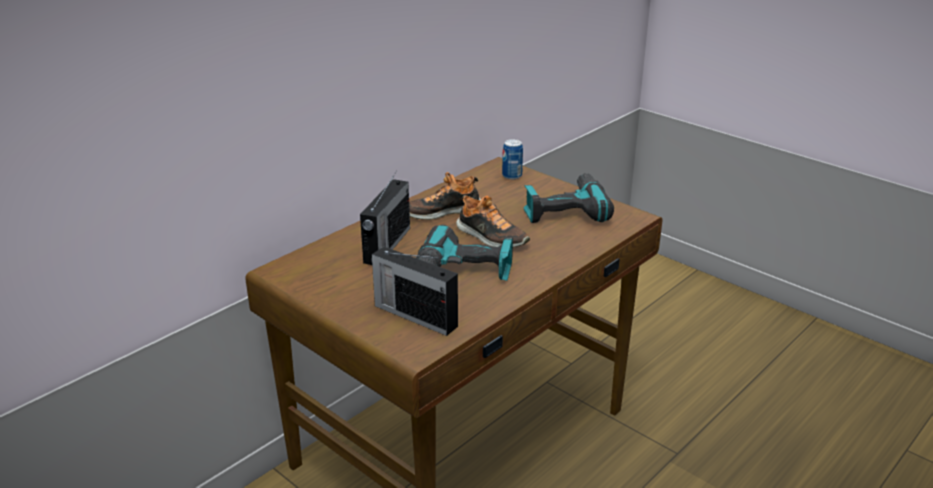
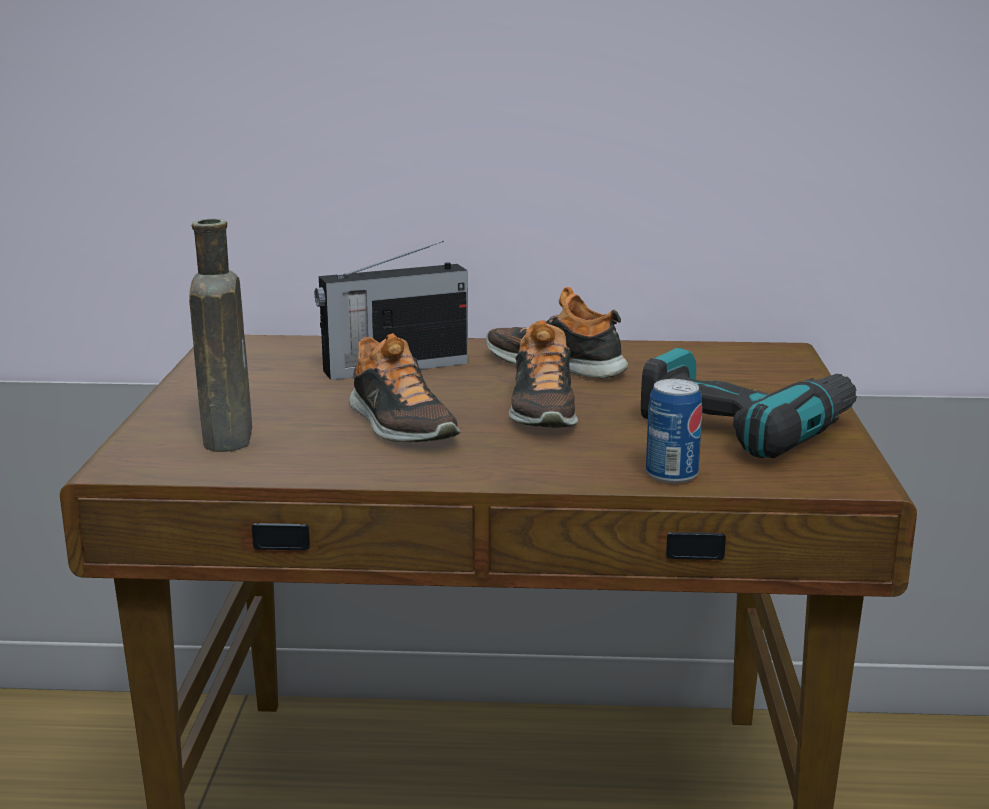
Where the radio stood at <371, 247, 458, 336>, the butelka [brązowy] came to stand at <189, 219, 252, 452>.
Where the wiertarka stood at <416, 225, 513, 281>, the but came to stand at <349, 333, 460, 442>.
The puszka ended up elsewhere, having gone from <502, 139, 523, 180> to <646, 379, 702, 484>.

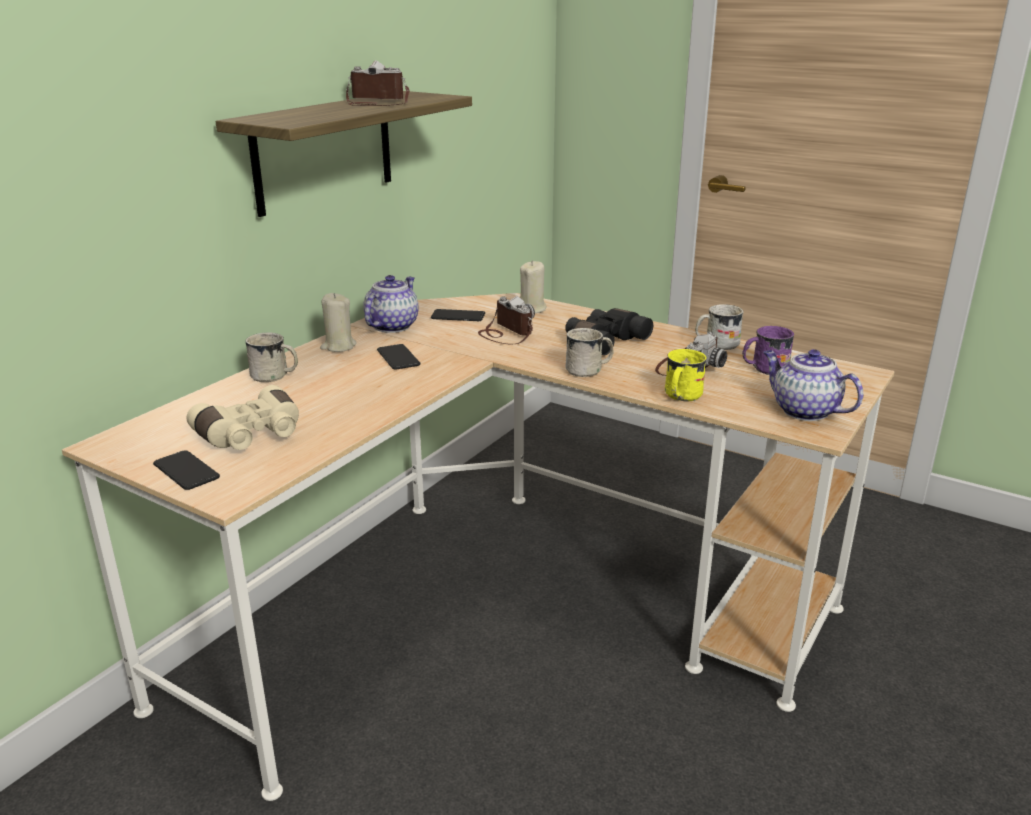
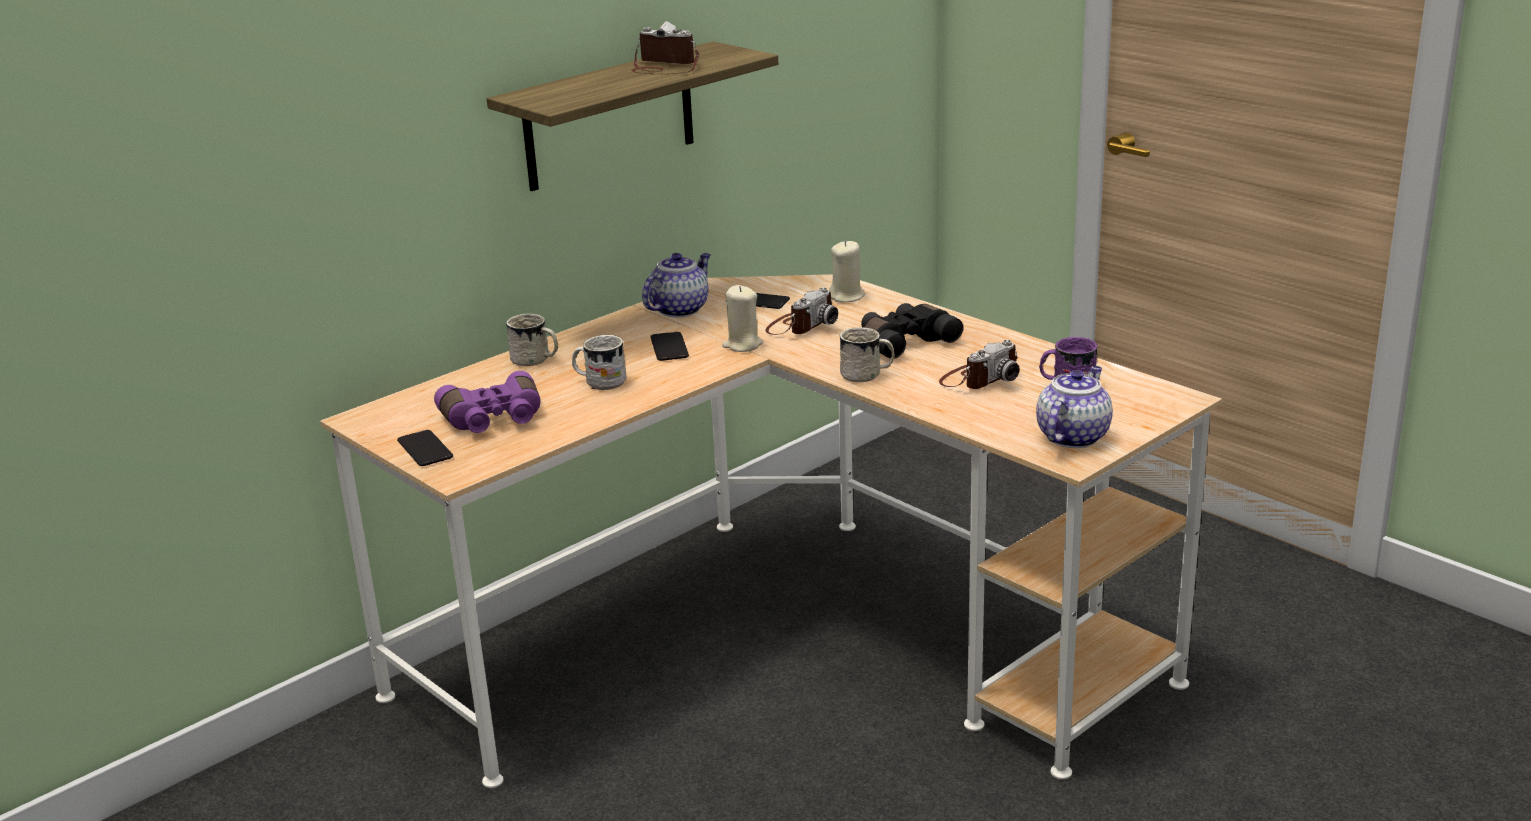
What was the lornetka [beżowy] at <186, 385, 299, 450> turned into the lornetka [fioletowy] at <434, 371, 541, 433>.
The świeca [beżowy] ended up elsewhere, having gone from <320, 293, 357, 352> to <722, 285, 763, 352>.
The aparat fotograficzny at <478, 296, 535, 344> ended up facing another way, 60 degrees clockwise from before.
The second view lost the kubek [żółty] at <665, 349, 707, 402>.
The kubek [biały] ended up elsewhere, having gone from <695, 304, 744, 350> to <572, 335, 627, 390>.
The imbryk at <763, 349, 864, 421> ended up facing another way, 60 degrees clockwise from before.

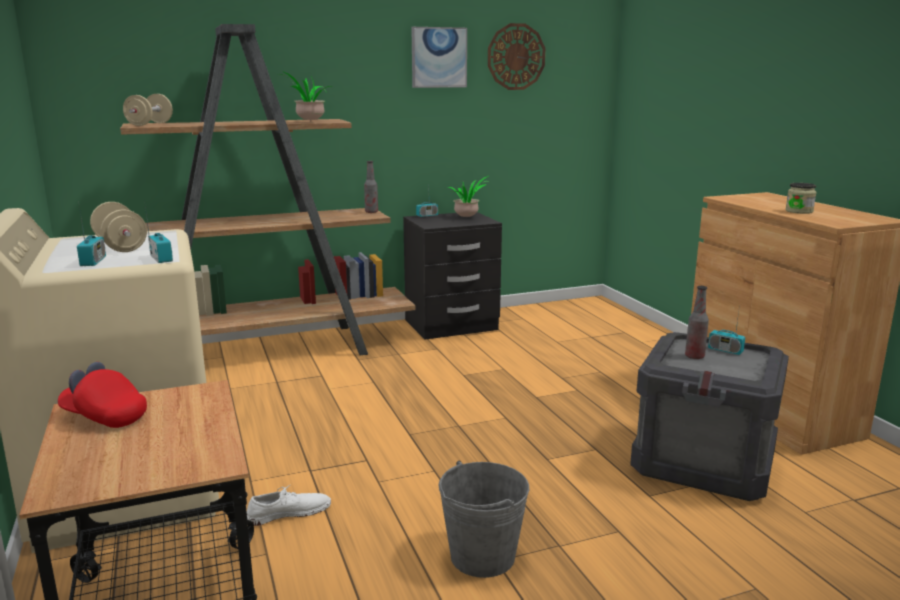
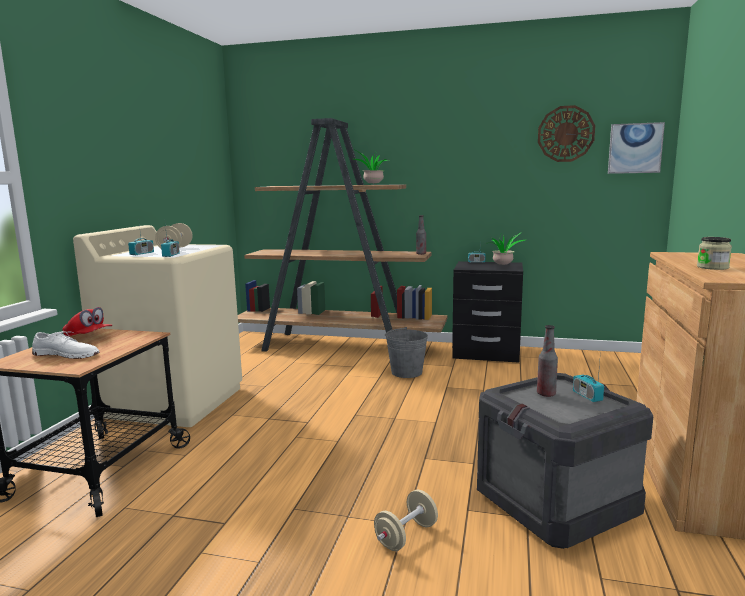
The czapka z daszkiem [czerwony] at <58, 362, 147, 428> ended up facing another way, 150 degrees clockwise from before.
The hantel [beżowy] ended up elsewhere, having gone from <123, 94, 173, 126> to <374, 490, 438, 551>.
The but [biały] ended up elsewhere, having gone from <247, 485, 331, 526> to <32, 331, 99, 359>.
The obraz ended up elsewhere, having gone from <411, 27, 467, 88> to <608, 122, 665, 174>.
The wiadro [szary] ended up elsewhere, having gone from <438, 460, 529, 578> to <385, 327, 428, 378>.

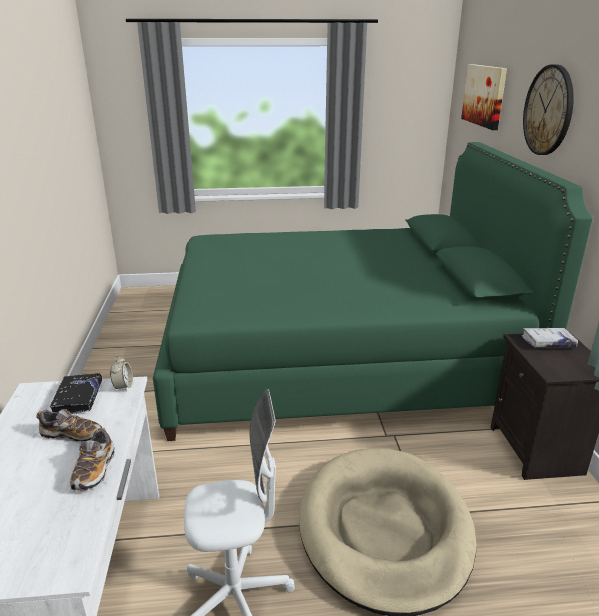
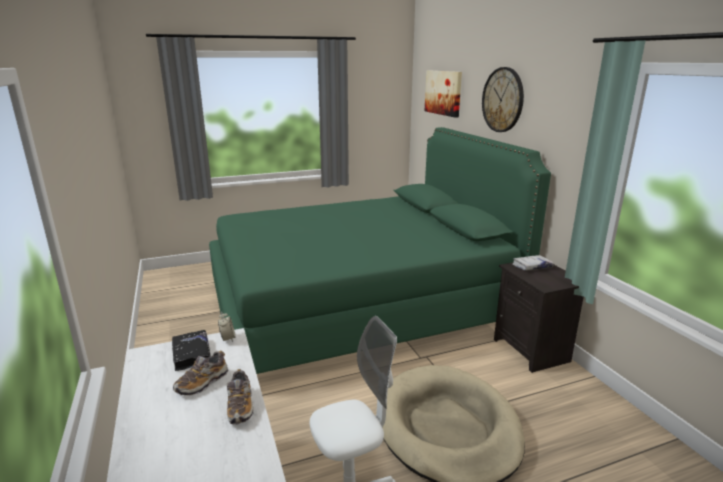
The but at <36, 409, 102, 443> ended up facing another way, 135 degrees clockwise from before.

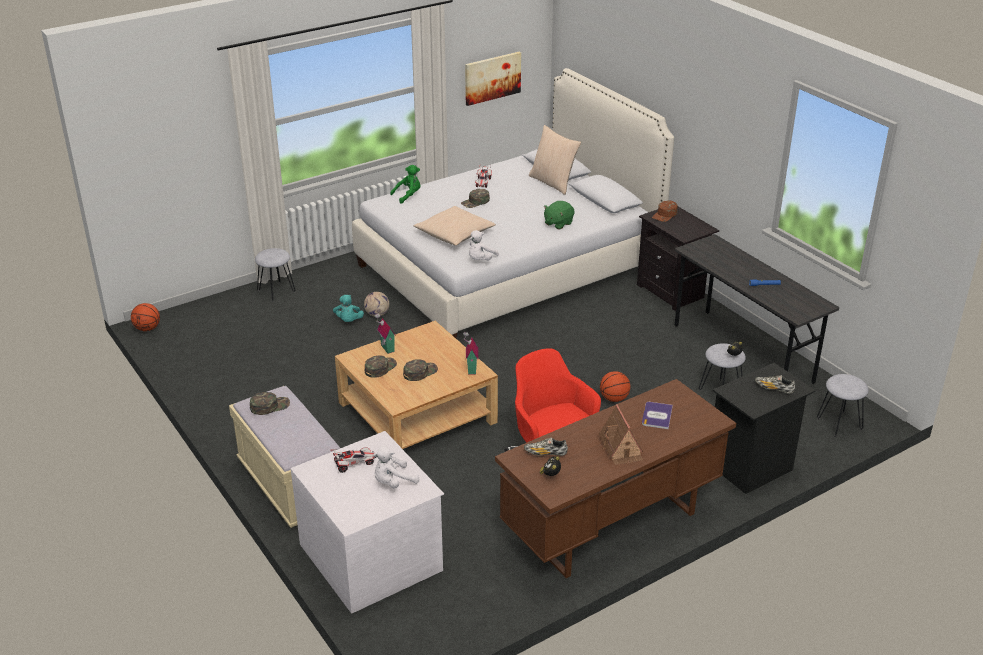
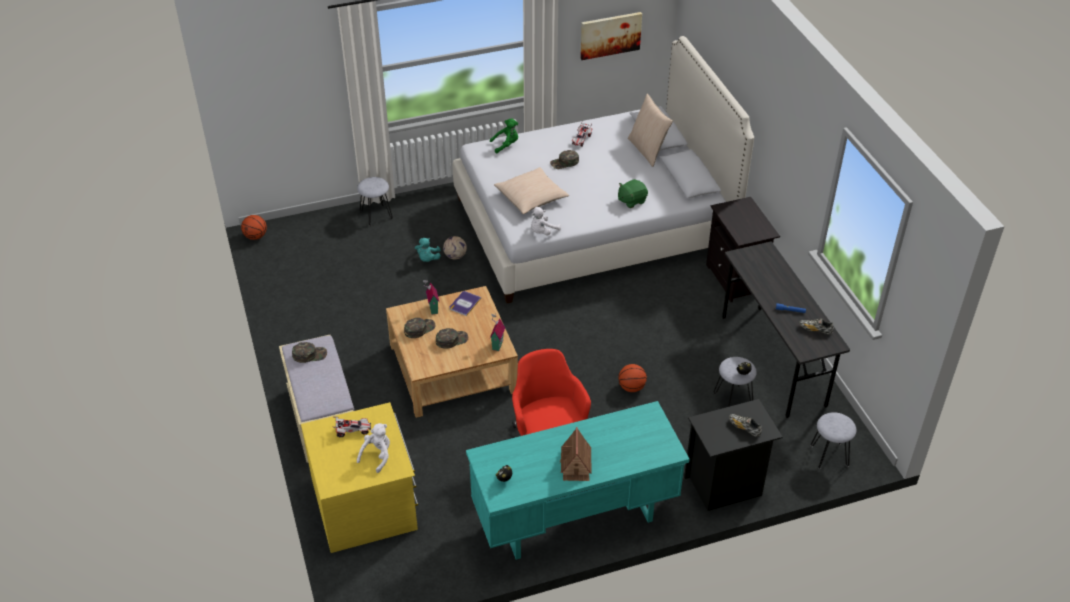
What was the komoda [biały] at <290, 431, 444, 614> turned into the komoda [żółty] at <301, 402, 418, 553>.
The pluszak [biały] at <373, 446, 420, 489> ended up facing another way, 135 degrees clockwise from before.
What was the biurko [brązowy] at <495, 379, 736, 578> turned into the biurko [turkusowy] at <466, 401, 690, 560>.
The but ended up elsewhere, having gone from <524, 437, 568, 456> to <799, 319, 834, 334>.
The książka ended up elsewhere, having gone from <642, 402, 673, 429> to <449, 291, 481, 316>.
The second view lost the czapka z daszkiem [brązowy] at <652, 201, 678, 222>.

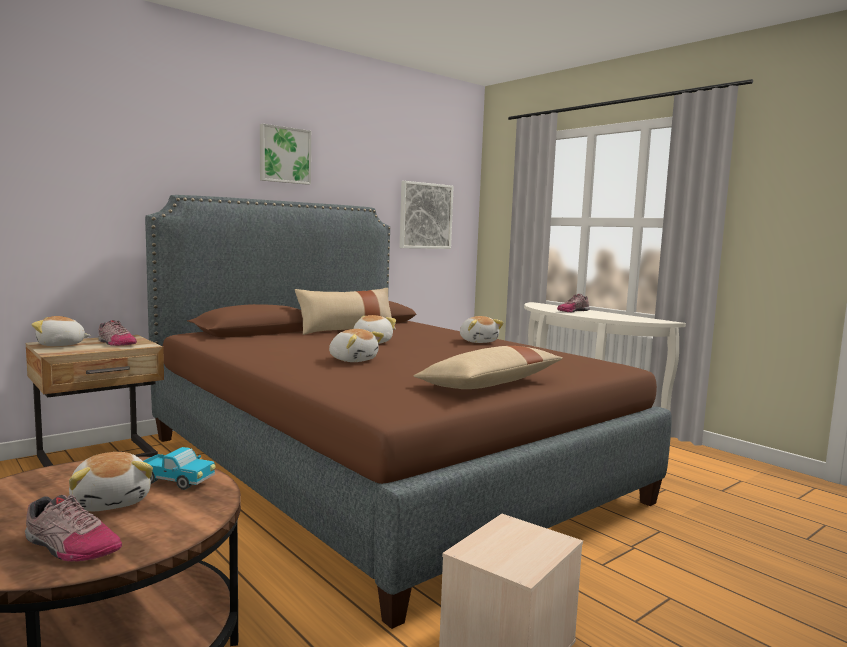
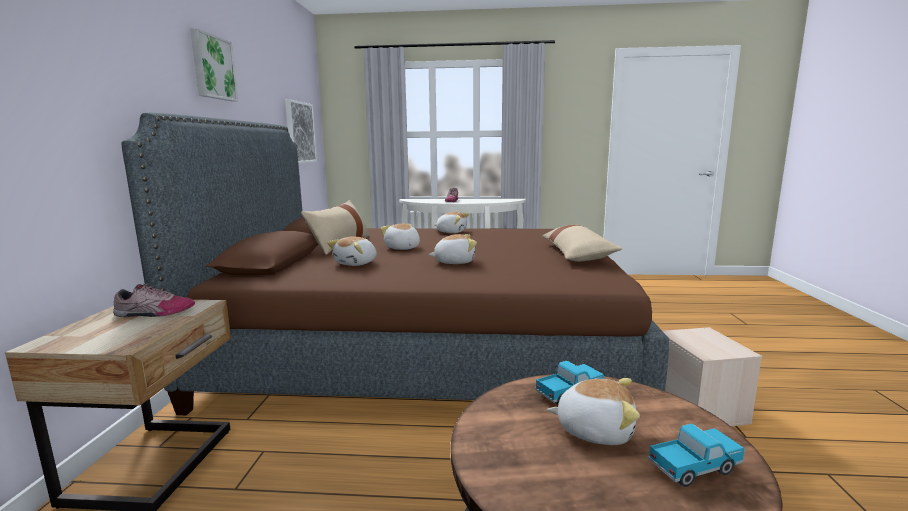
Where the but stood at <25, 494, 122, 562>, the ciężarówka zabawkowa came to stand at <648, 424, 745, 487>.
The pluszak ended up elsewhere, having gone from <32, 316, 91, 346> to <327, 236, 377, 266>.

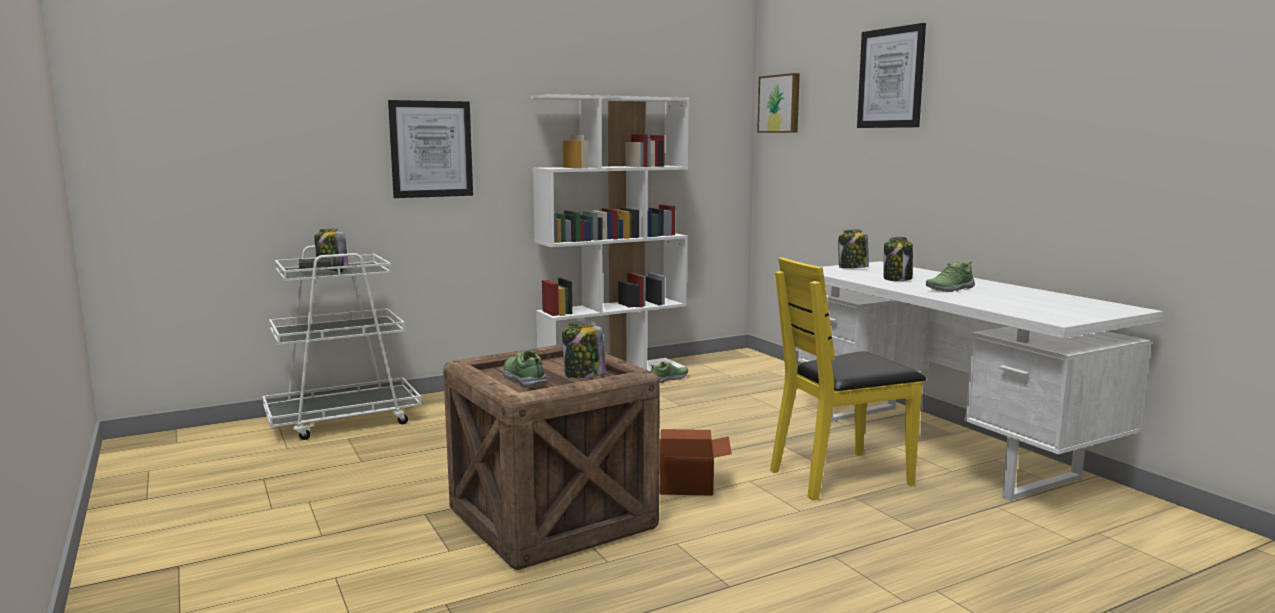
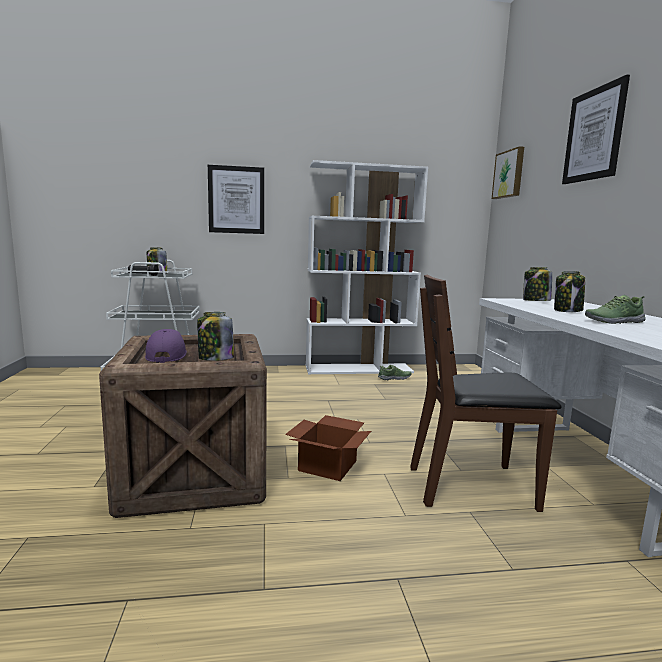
Where the but stood at <503, 349, 548, 388>, the czapka z daszkiem [fioletowy] came to stand at <145, 329, 187, 363>.
What was the krzesło [żółty] at <770, 257, 926, 500> turned into the krzesło [brązowy] at <410, 275, 562, 512>.

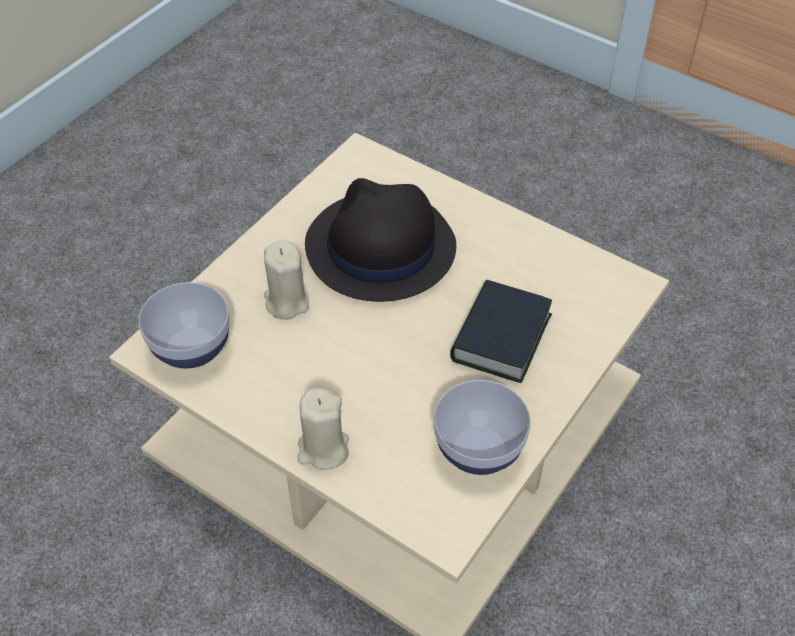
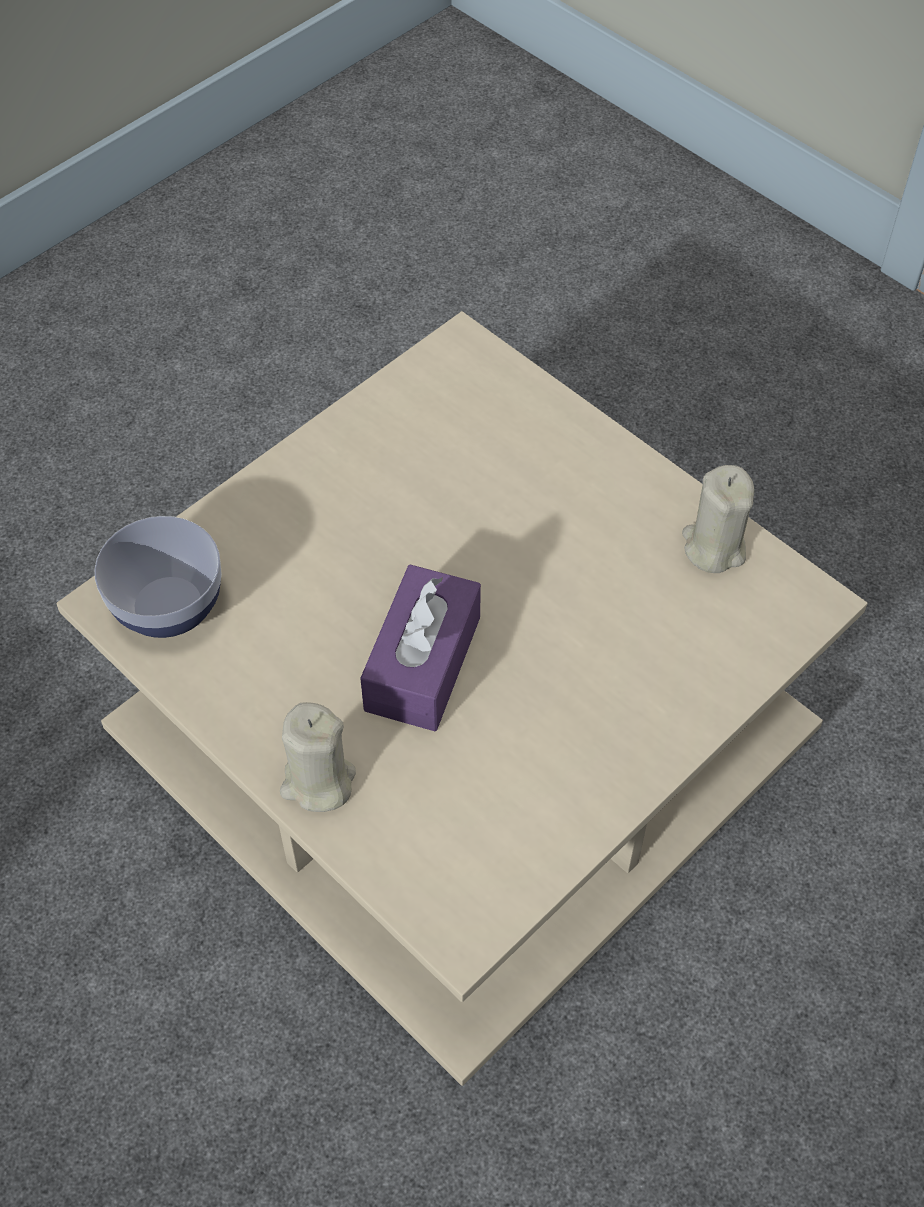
The świeca [beżowy] ended up elsewhere, having gone from <264, 240, 309, 320> to <682, 465, 755, 573>.
The second view lost the kapelusz [czarny] at <305, 178, 456, 302>.
The second view lost the miska at <434, 380, 531, 475>.
The second view lost the książka at <450, 280, 552, 383>.
The second view gained the pudełko chusteczek [fioletowy] at <360, 564, 481, 731>.

